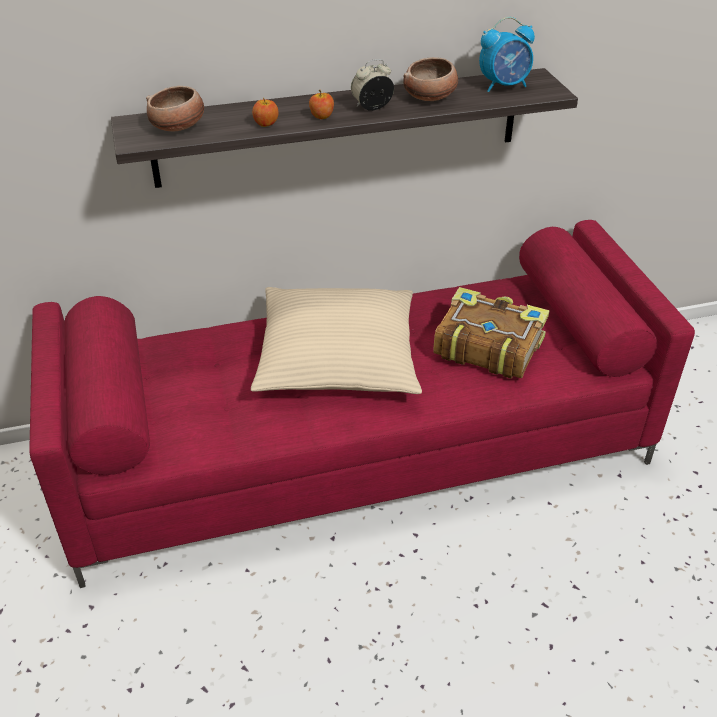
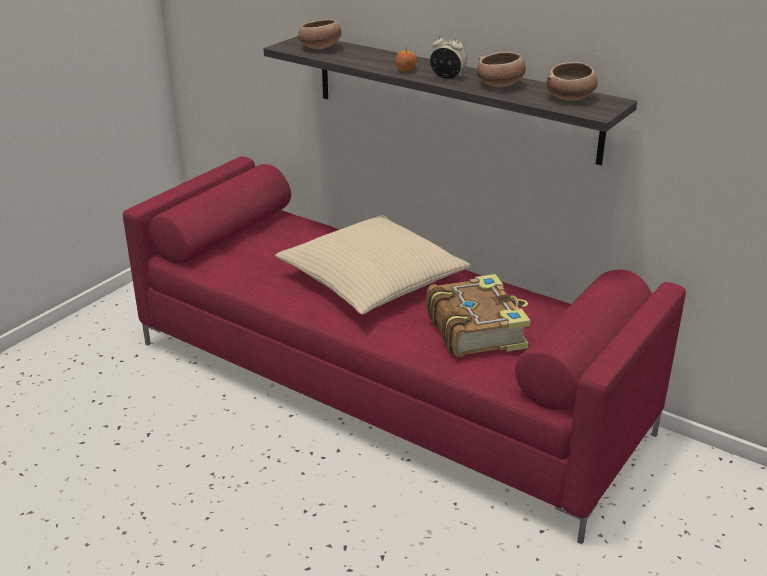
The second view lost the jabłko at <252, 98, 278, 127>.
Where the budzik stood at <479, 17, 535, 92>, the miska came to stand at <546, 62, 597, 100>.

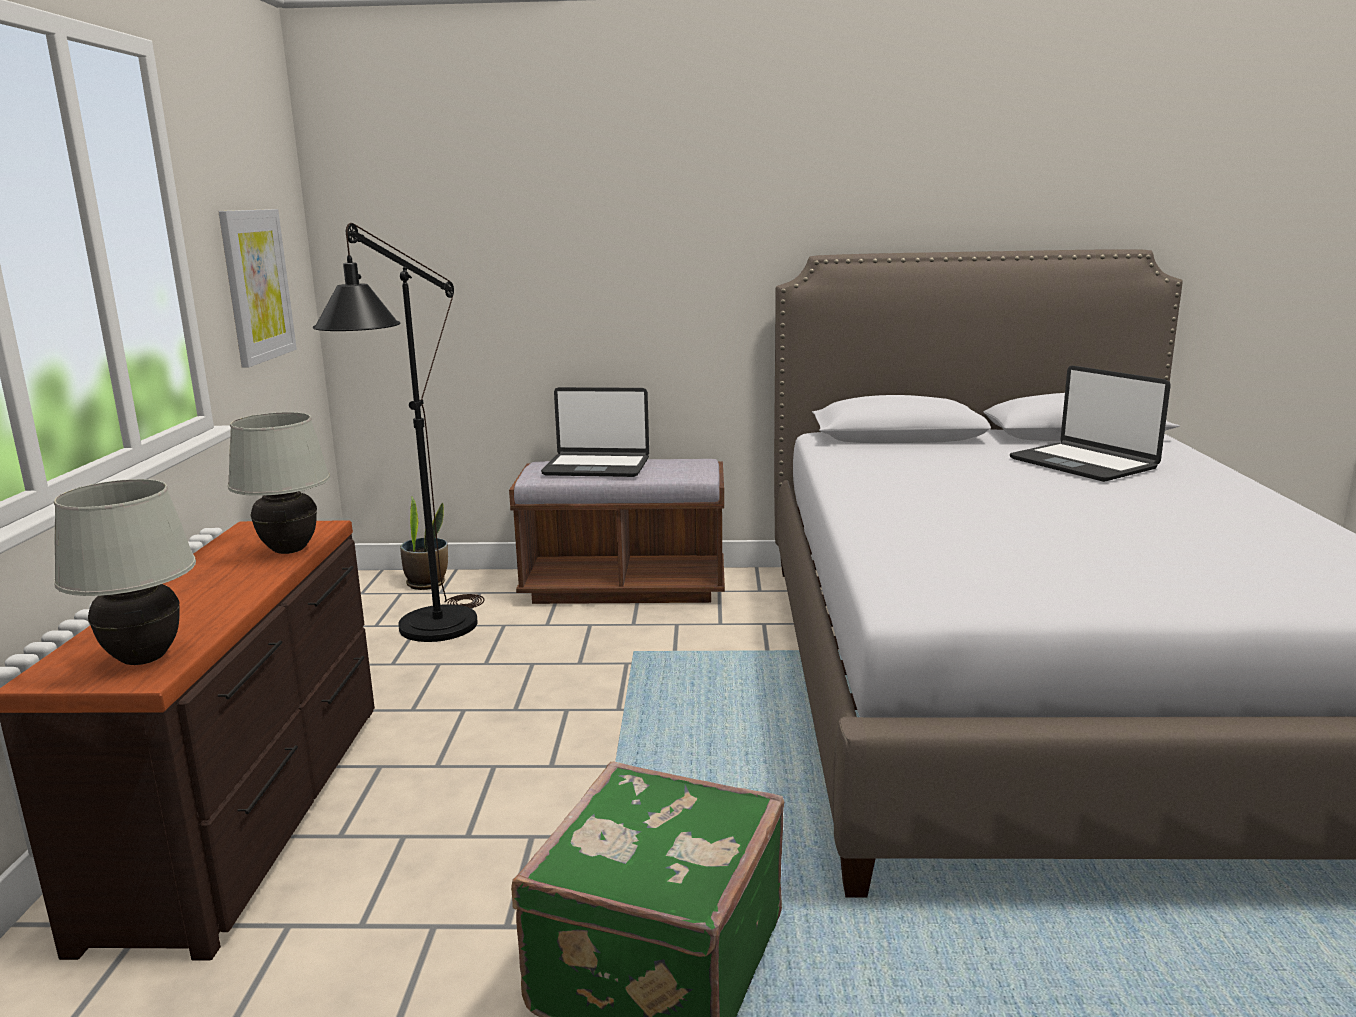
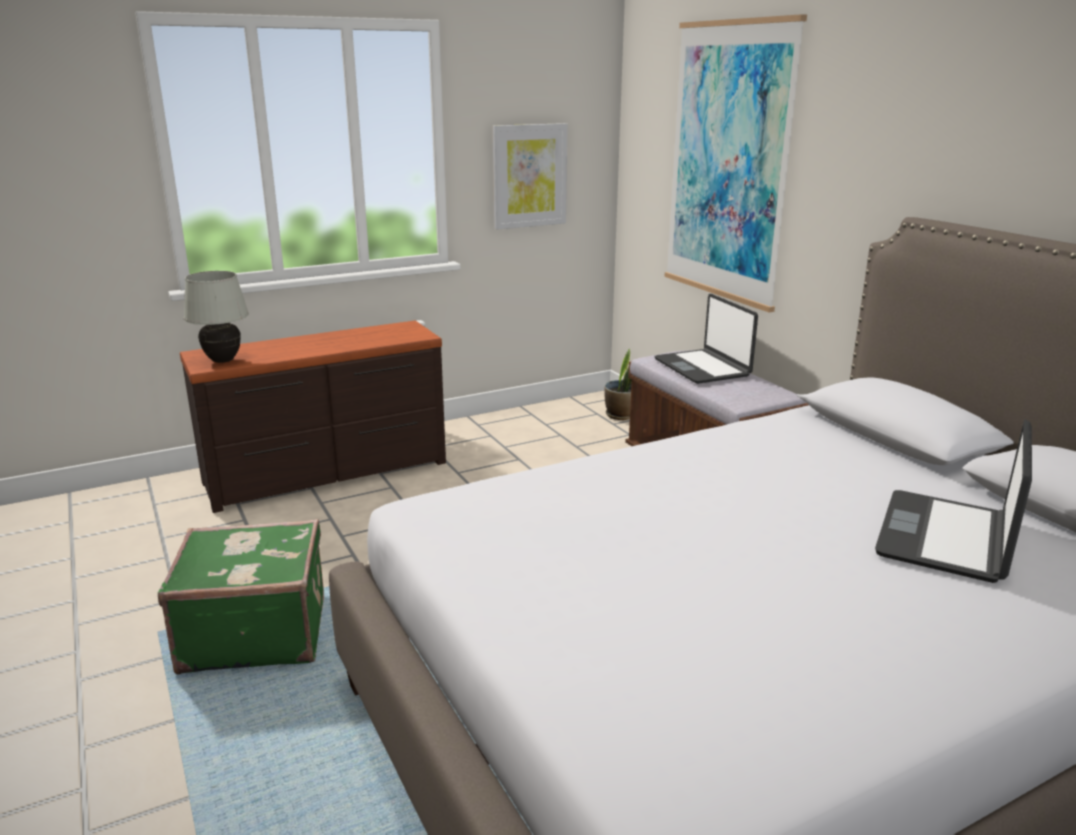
The second view lost the lampa stołowa [biały] at <228, 412, 330, 554>.
The second view lost the lampa stojąca [czarny] at <313, 223, 485, 642>.
The second view gained the obraz at <665, 14, 807, 312>.

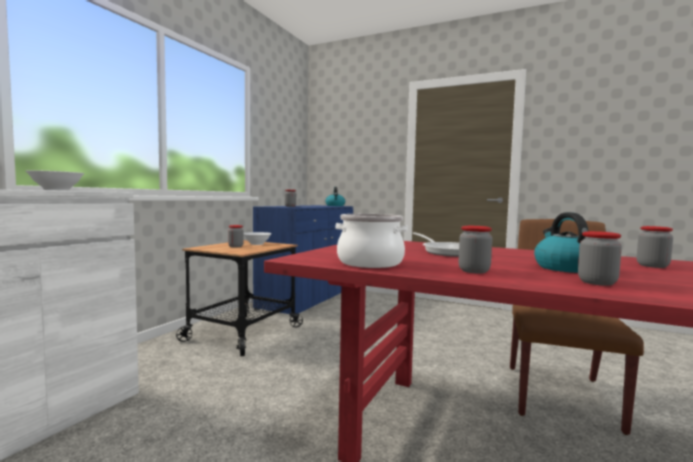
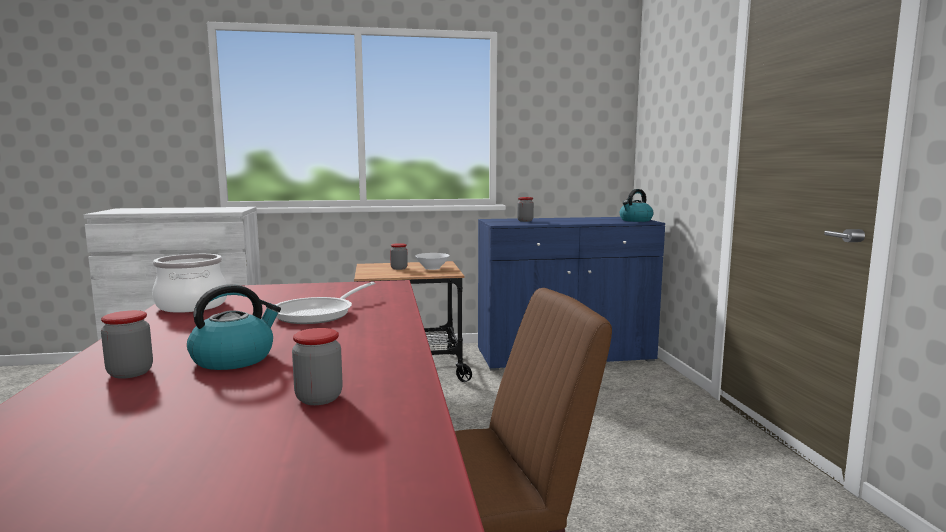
The second view lost the miska [biały] at <26, 170, 85, 190>.
The second view lost the słoik at <459, 226, 493, 273>.

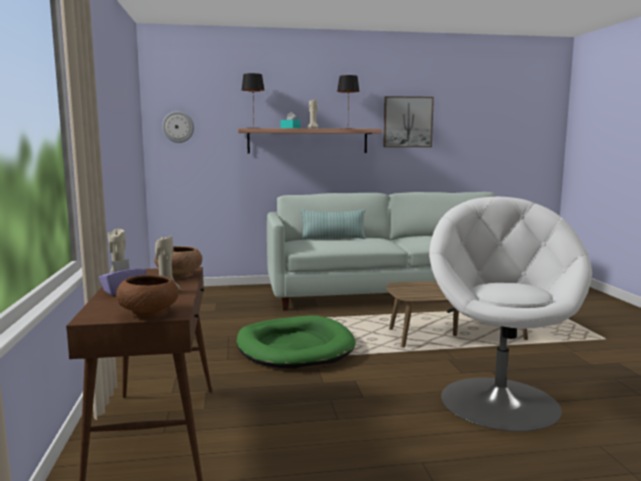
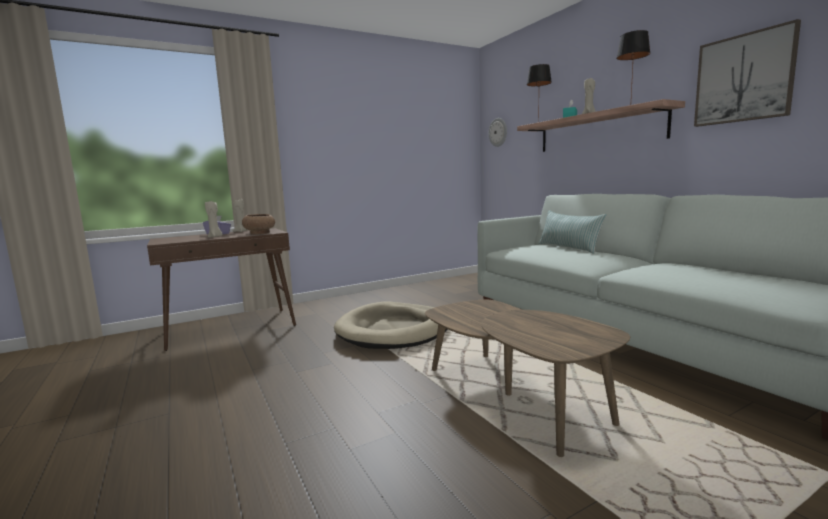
The second view lost the miska [brązowy] at <116, 275, 179, 319>.
What was the legowisko [zielony] at <236, 315, 356, 369> turned into the legowisko [beżowy] at <334, 302, 447, 349>.
The second view lost the fotel [biały] at <429, 196, 592, 432>.

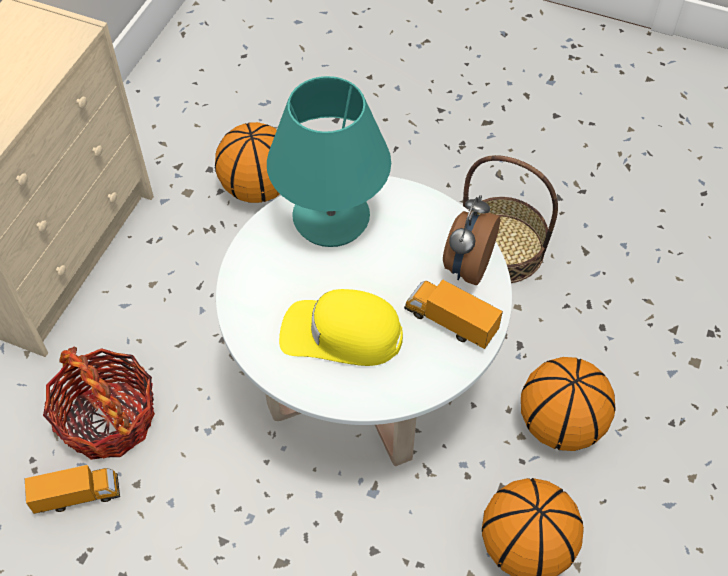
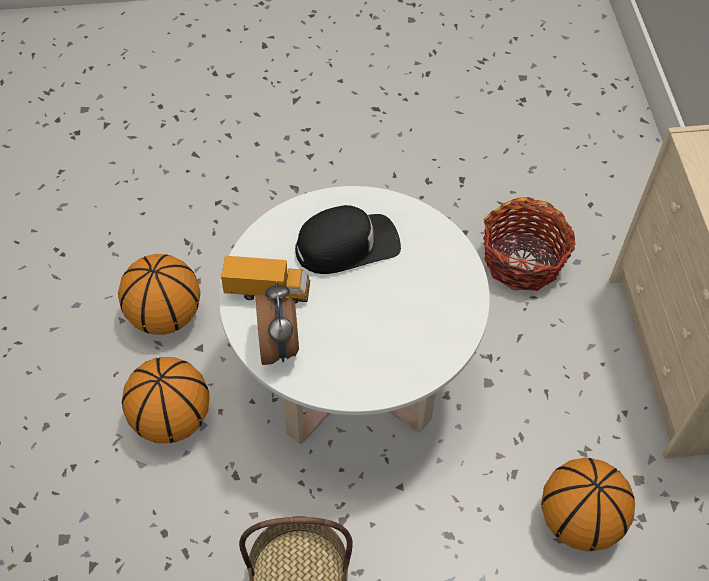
The second view lost the ciężarówka zabawkowa at <25, 465, 120, 514>.
The second view lost the lampa stołowa [turkusowy] at <267, 76, 391, 247>.
What was the czapka z daszkiem [żółty] at <279, 289, 403, 366> turned into the czapka z daszkiem [czarny] at <295, 205, 401, 274>.

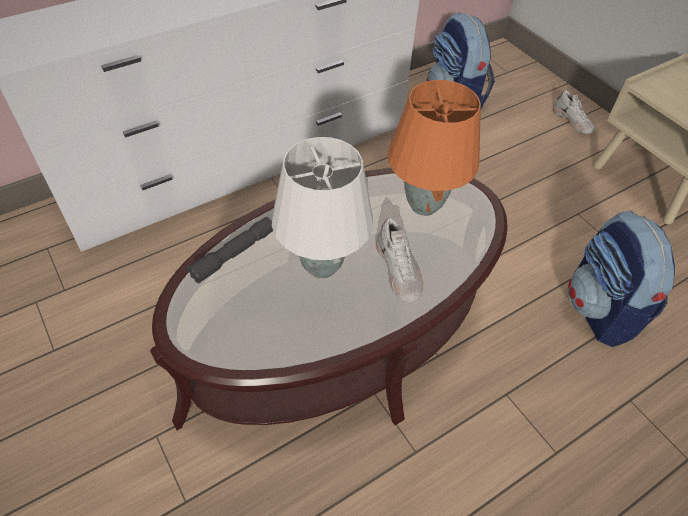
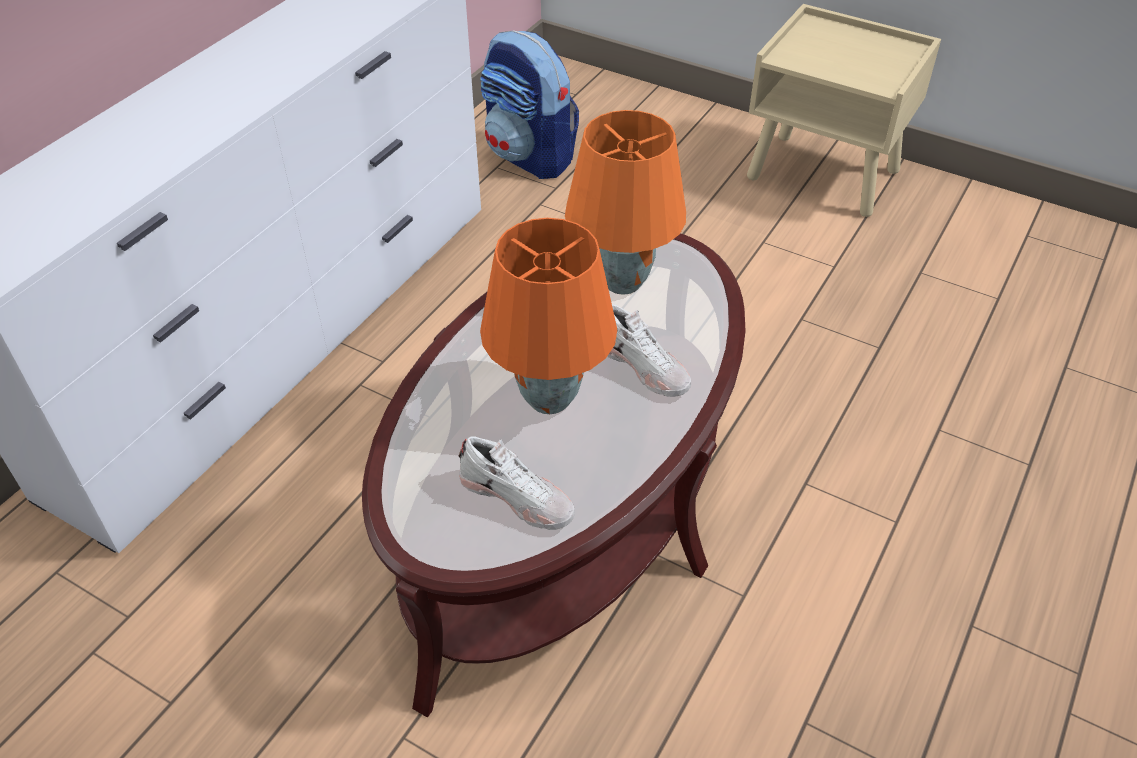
The second view lost the latarka [szary] at <187, 217, 273, 283>.
What was the lampa stołowa [biały] at <272, 137, 373, 278> turned into the lampa stołowa [pomarańczowy] at <480, 218, 617, 414>.
The but [biały] ended up elsewhere, having gone from <553, 90, 595, 134> to <459, 436, 575, 530>.
The second view lost the plecak at <568, 210, 675, 347>.

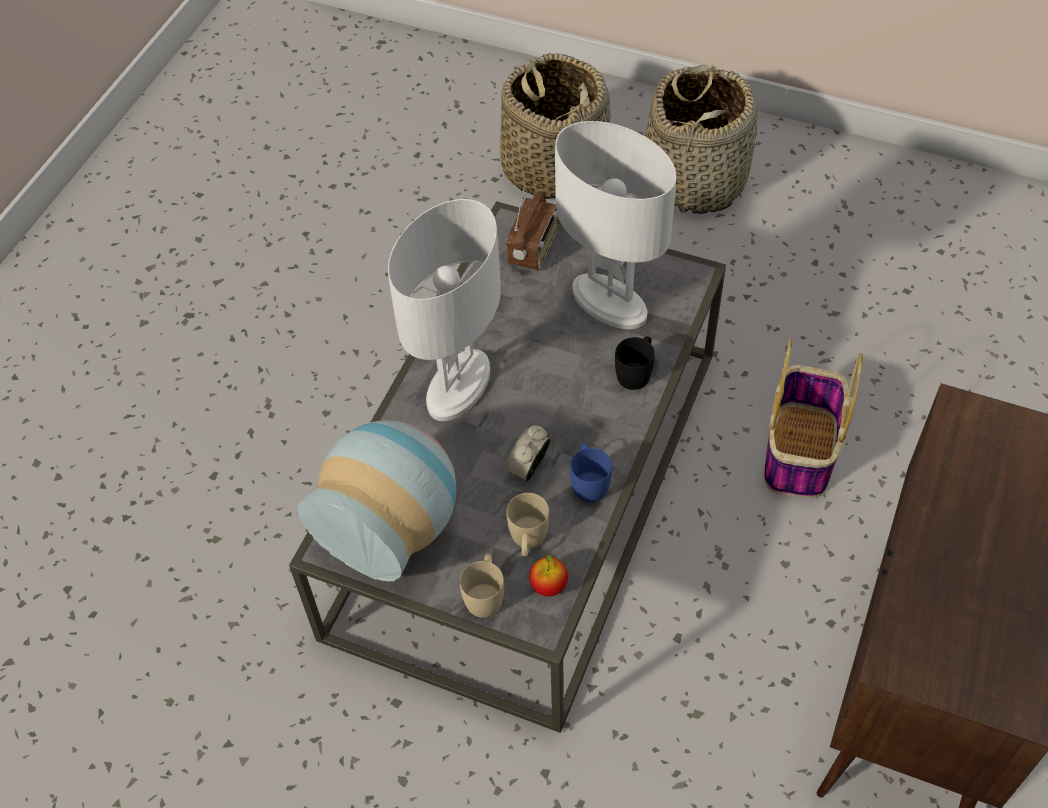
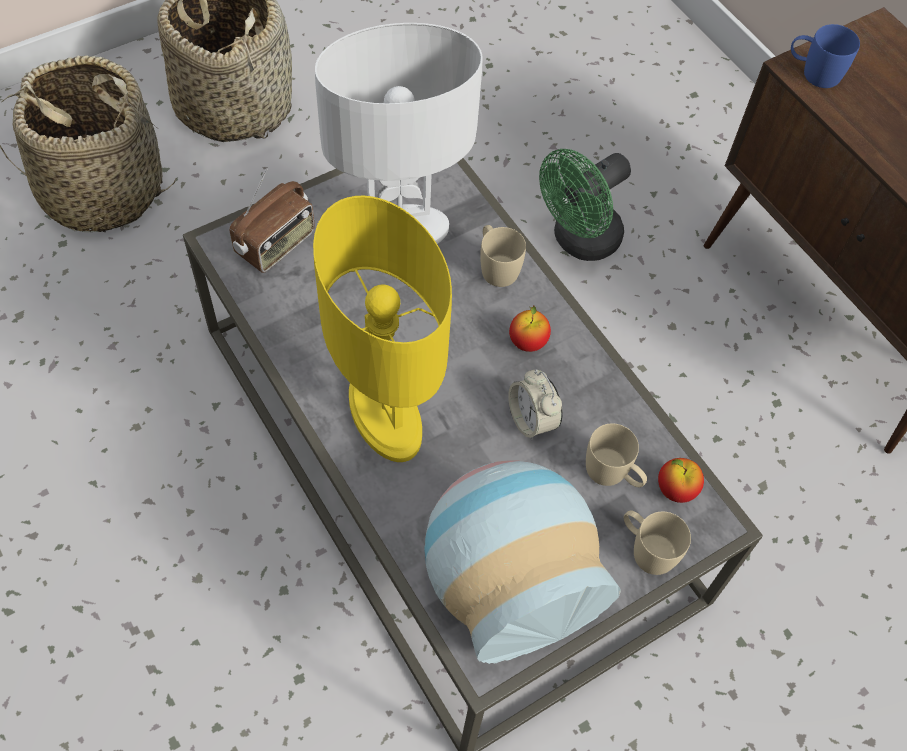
What was the lampa stołowa [biały] at <388, 199, 501, 421> turned into the lampa stołowa [żółty] at <313, 196, 452, 462>.
The radio at <507, 185, 558, 270> ended up facing another way, 75 degrees clockwise from before.
The kubek [niebieski] ended up elsewhere, having gone from <570, 443, 612, 503> to <791, 24, 860, 88>.
What was the kubek [czarny] at <615, 336, 655, 390> turned into the kubek [beżowy] at <480, 225, 526, 287>.
Where the koszyk stood at <764, 338, 863, 498>, the wentylator [zielony] came to stand at <539, 149, 631, 261>.
The second view gained the jabłko at <509, 306, 551, 352>.

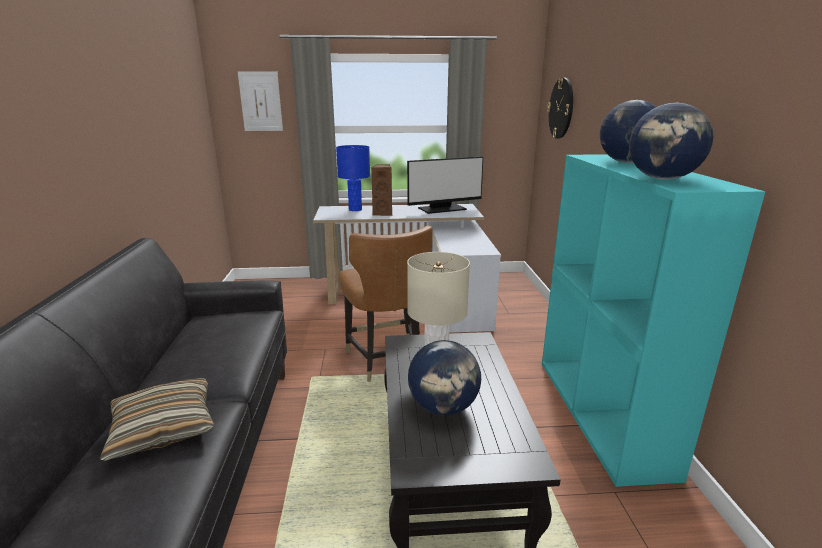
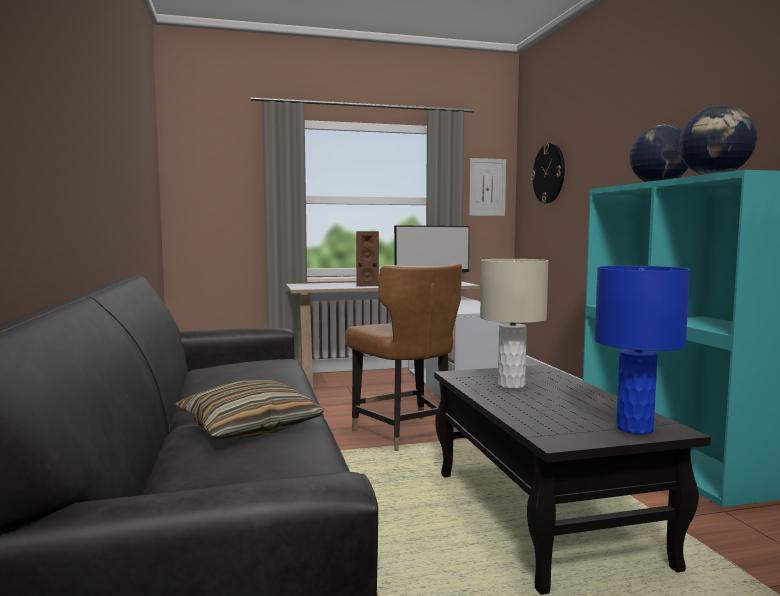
The obraz ended up elsewhere, having gone from <238, 71, 283, 131> to <469, 158, 506, 216>.
The lampa stołowa [niebieski] ended up elsewhere, having gone from <336, 145, 370, 211> to <594, 266, 690, 434>.
The second view lost the globus at <408, 340, 481, 415>.

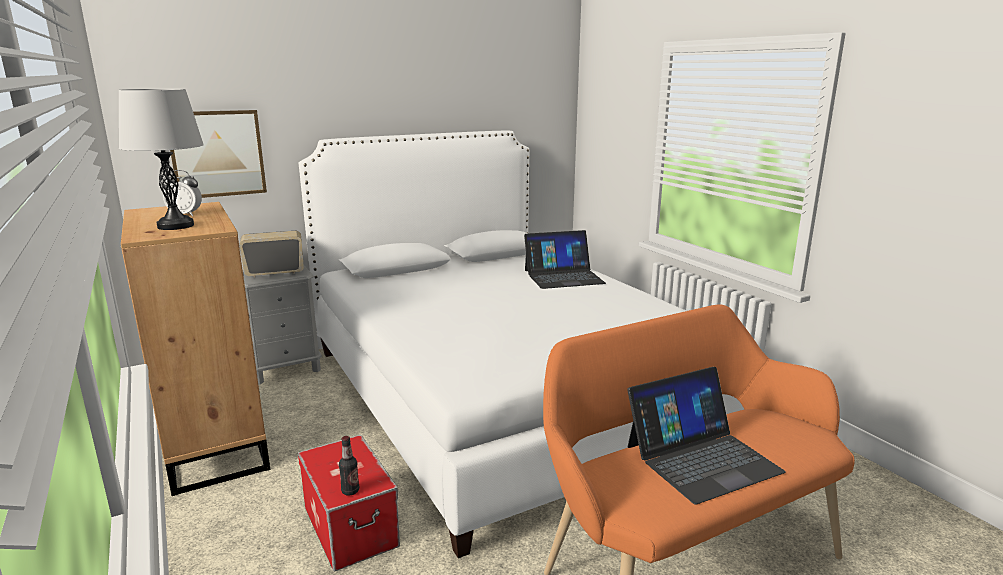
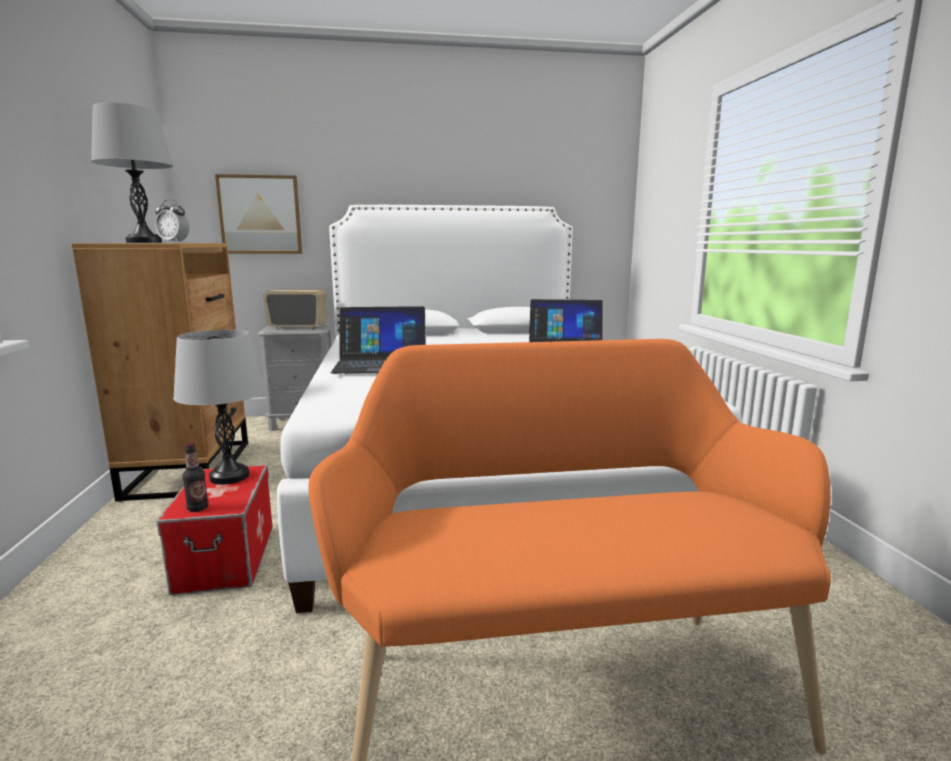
The laptop ended up elsewhere, having gone from <627, 367, 786, 504> to <331, 306, 426, 374>.
The second view gained the lampa stołowa [szary] at <173, 330, 264, 485>.

